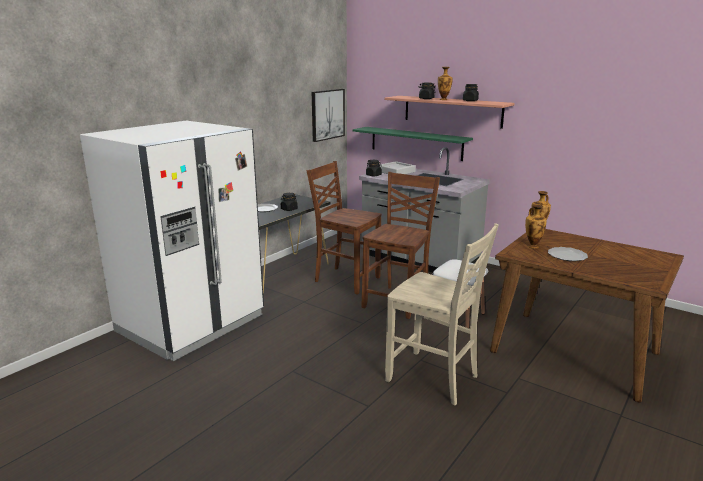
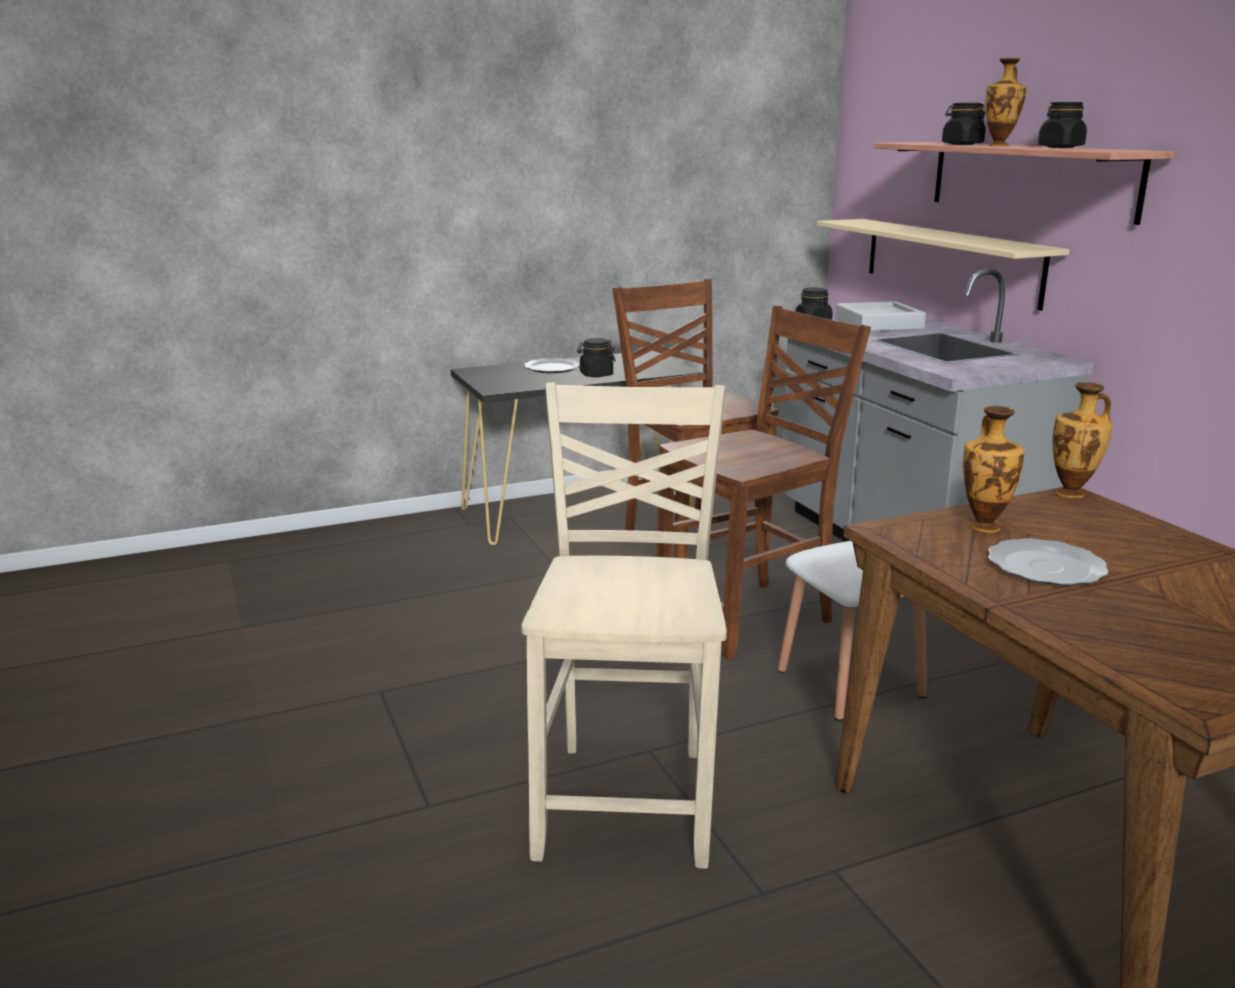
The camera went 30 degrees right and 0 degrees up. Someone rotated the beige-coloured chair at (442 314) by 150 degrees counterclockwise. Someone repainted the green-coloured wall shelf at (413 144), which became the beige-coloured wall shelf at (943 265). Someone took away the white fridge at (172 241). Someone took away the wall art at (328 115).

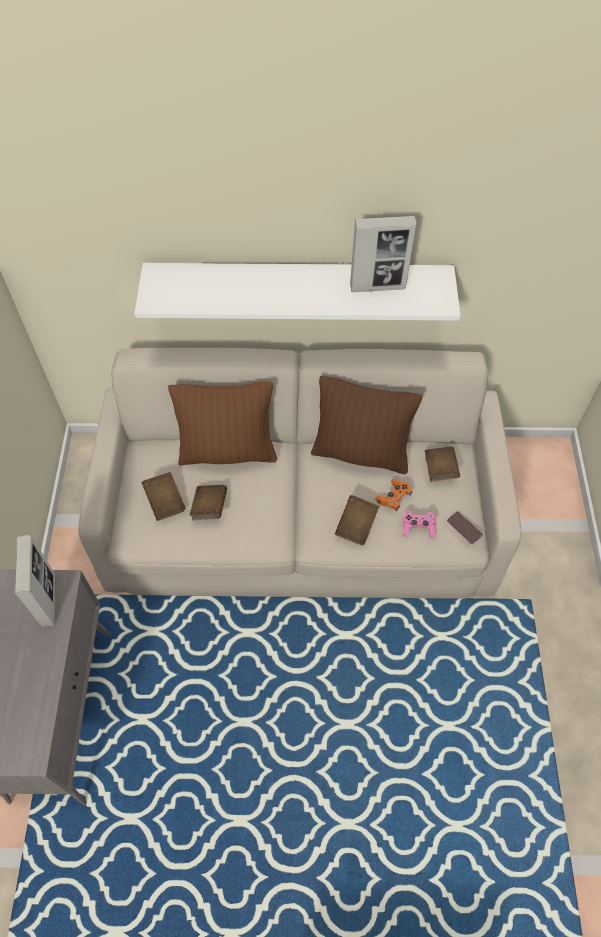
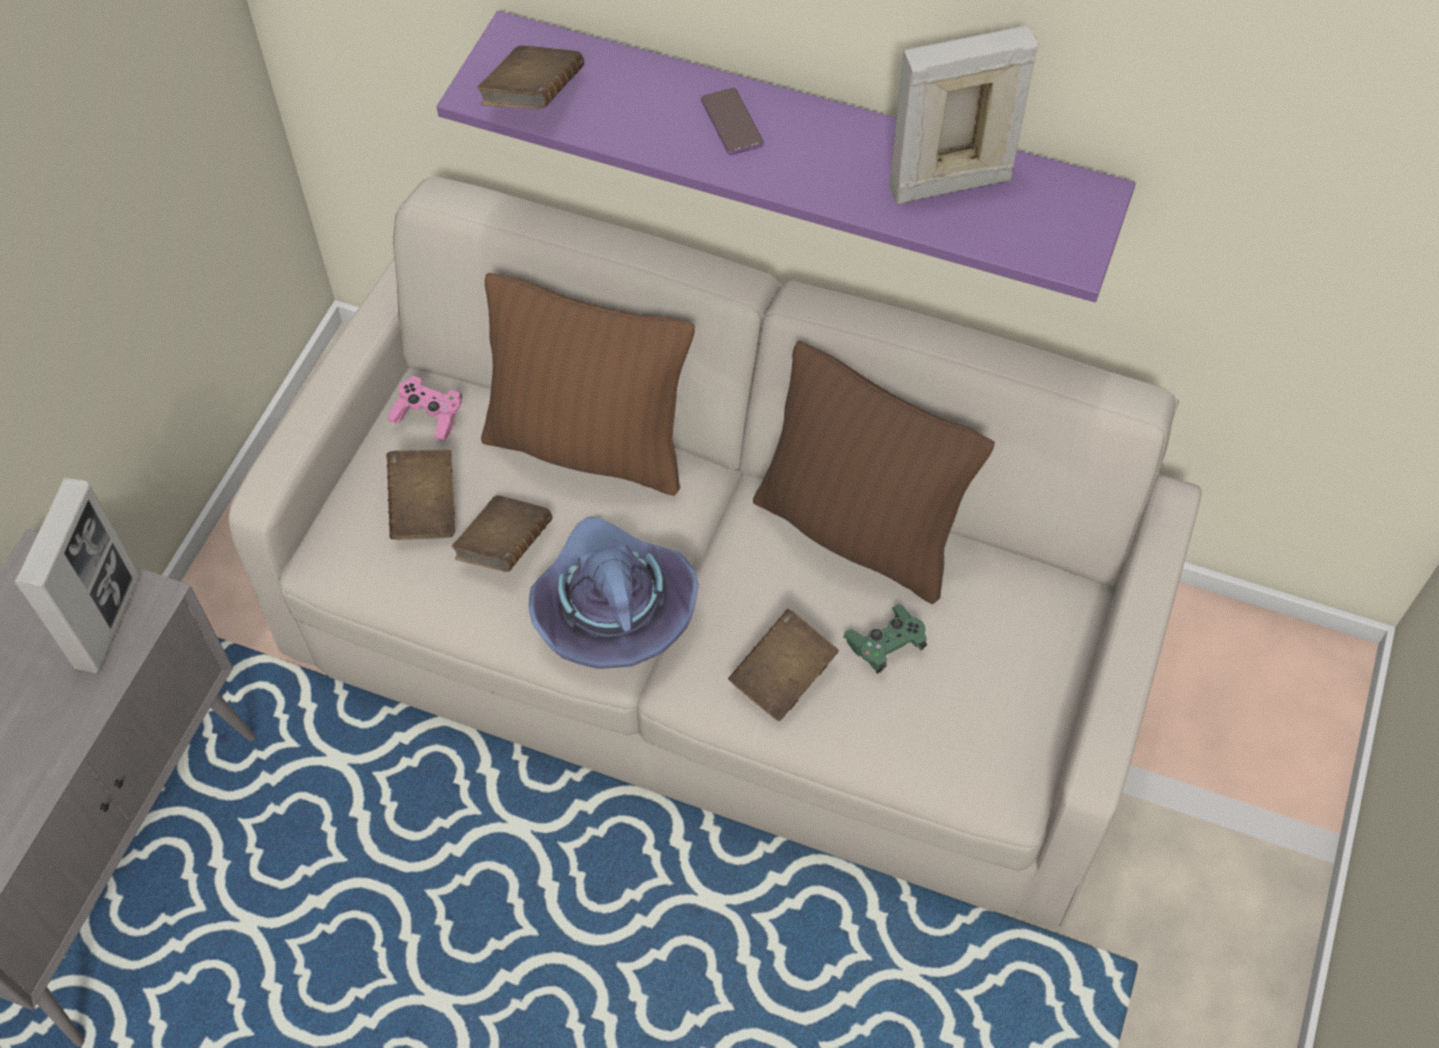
The camera went 20 degrees right and 0 degrees up. Someone carried the pink gamepad from (419 524) to (424 408). Someone repainted the white wall shelf at (298 292), which became the purple-coloured wall shelf at (786 156). Someone carried the brown volume from (442 464) to (530 77). Someone put down the purple-coloured hat at (614 593). Someone carried the phone from (465 528) to (732 121). Someone repainted the orange-coloured gamepad at (394 495), which became the green-coloured gamepad at (885 639). Someone rotated the picture frame at (383 254) by 150 degrees clockwise.

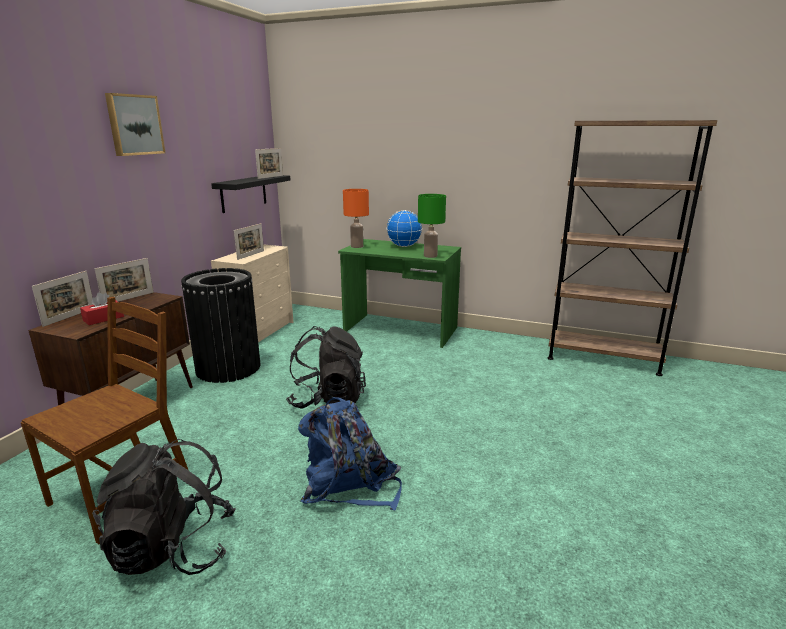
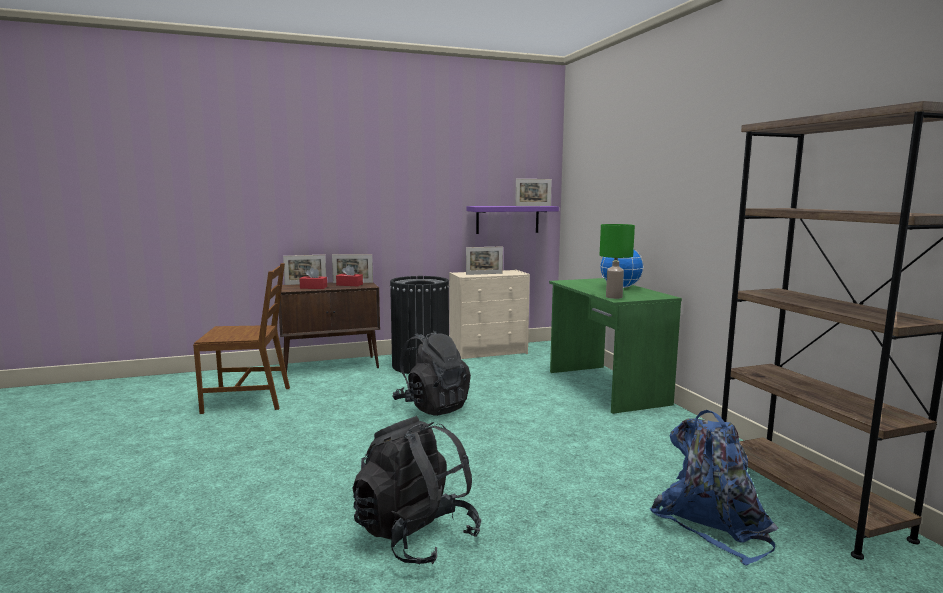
The camera went 50 degrees right and 10 degrees down. Someone put down the red-coloured box of tissues at (349 275). Someone carried the black-coloured rucksack from (164 507) to (416 490). Someone repainted the black-coloured wall shelf at (250 194), which became the purple-coloured wall shelf at (513 220). Someone carried the bluish rucksack from (350 453) to (714 488). Someone took away the wall art at (135 124). Someone took away the orange-coloured lamp for a table at (356 218).

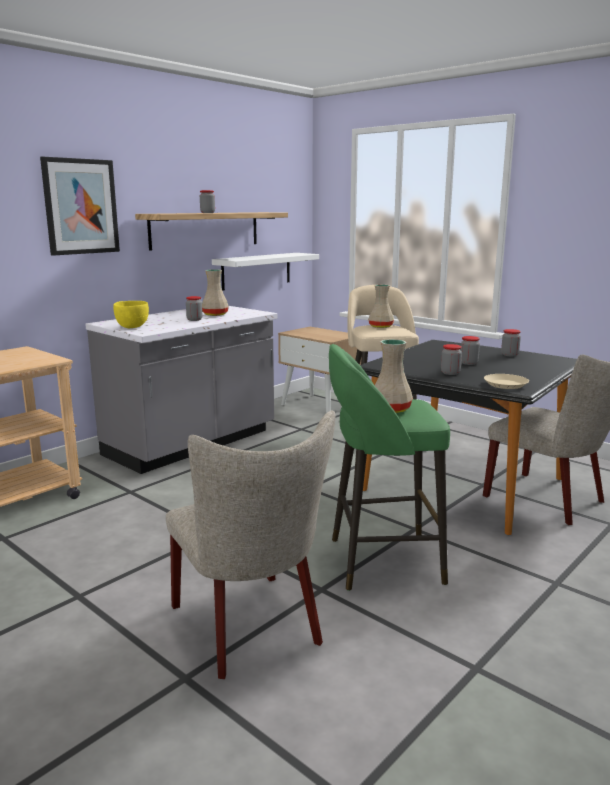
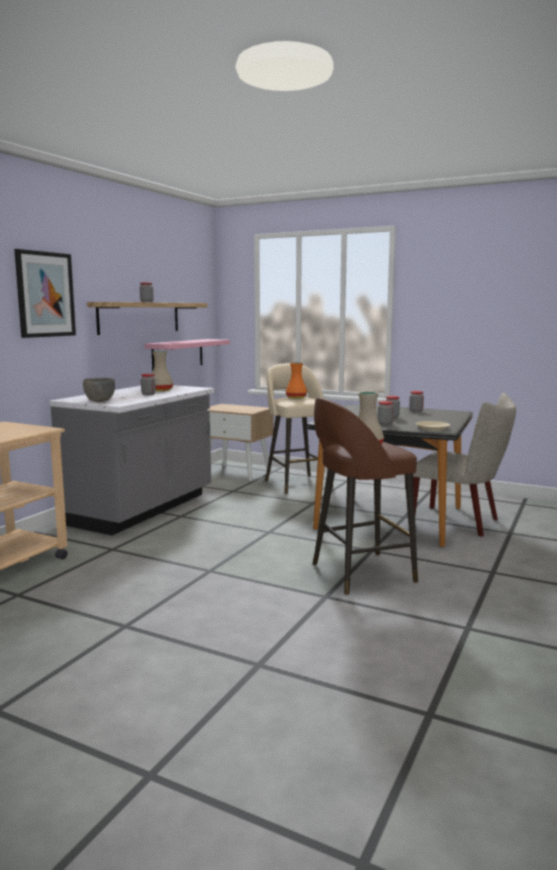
The camera went 15 degrees left and 5 degrees down. Someone repainted the yellowish serving bowl at (131 314), which became the grey serving bowl at (99 390). Someone repainted the white wall shelf at (265 272), which became the pink wall shelf at (187 355). Someone repainted the beige-coloured decorative vase at (381 306), which became the orange-coloured decorative vase at (296 380). Someone repainted the green-coloured stool seat at (389 467), which became the brown stool seat at (365 496). Someone took away the beige-coloured chair at (251 545).

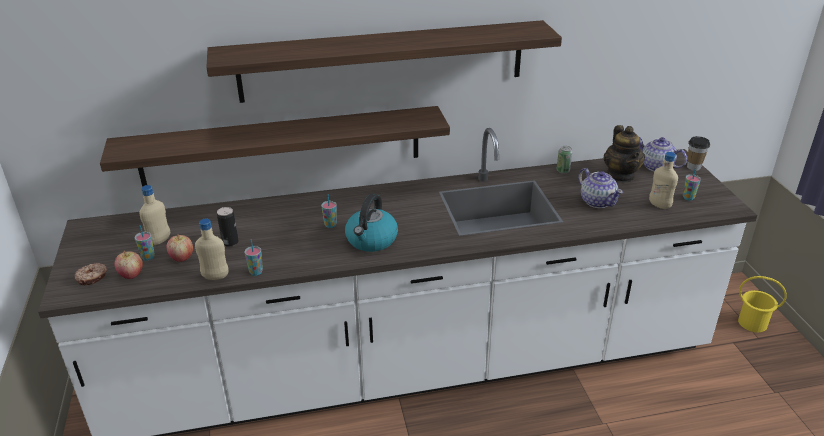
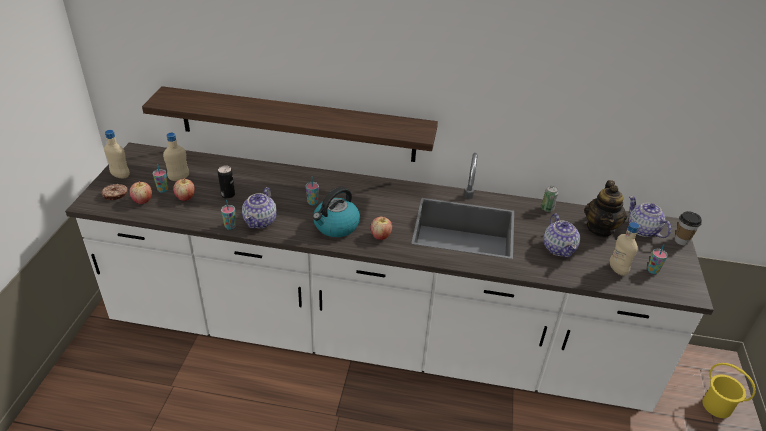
The camera went 20 degrees right and 5 degrees up. Someone carried the beige-coloured beverage bottle from (212 249) to (117 154). Someone put down the tea pot at (259 208). Someone put down the whole apple at (381 228). Someone took away the wall shelf at (384 61).

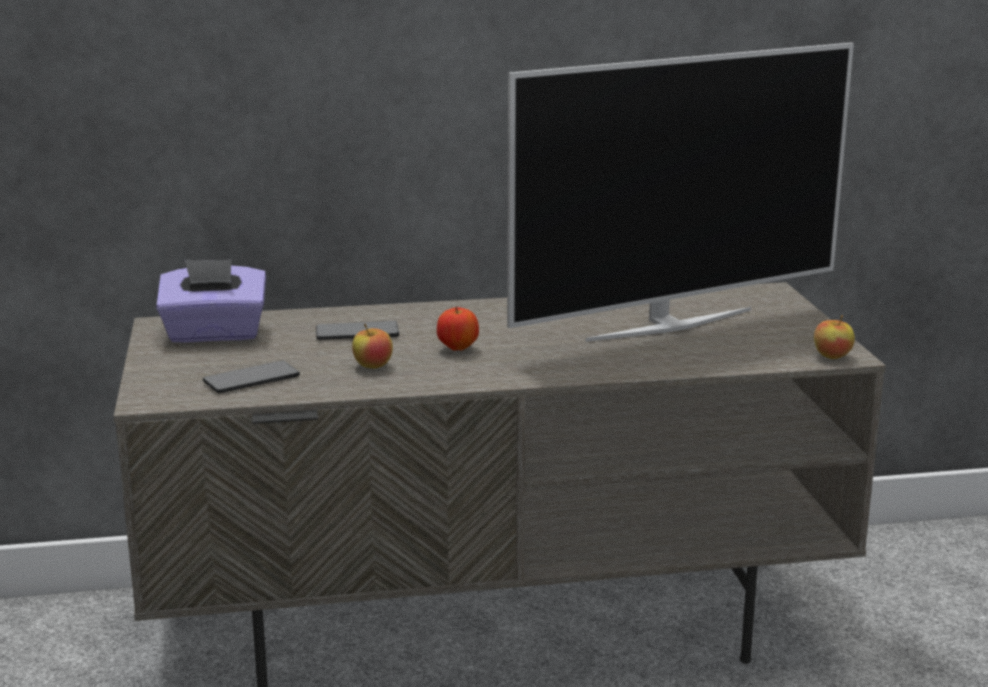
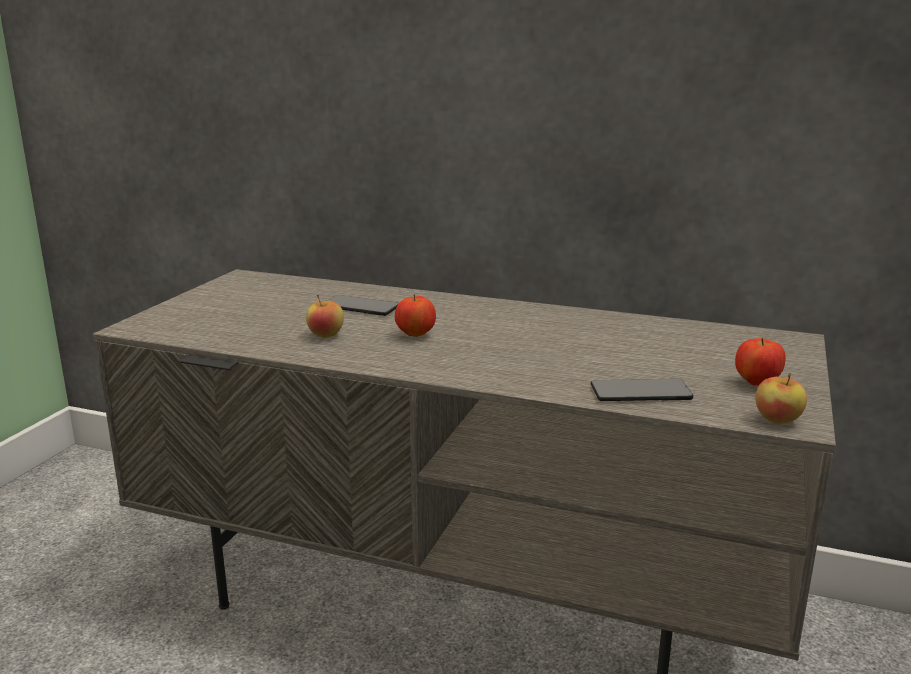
The camera went 30 degrees right and 0 degrees up. Someone carried the phone from (251 377) to (642 390). Someone put down the whole apple at (760 361). Someone took away the purple-coloured box of tissues at (211 301). Someone took away the TV at (680 192).

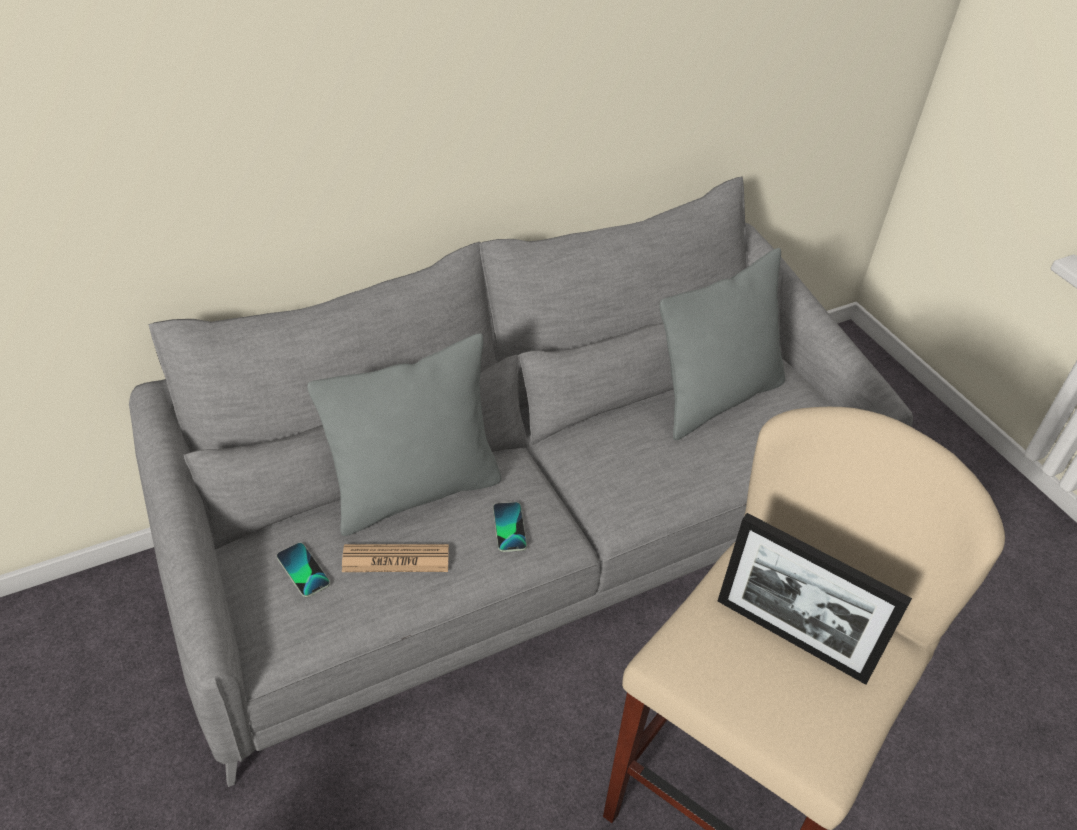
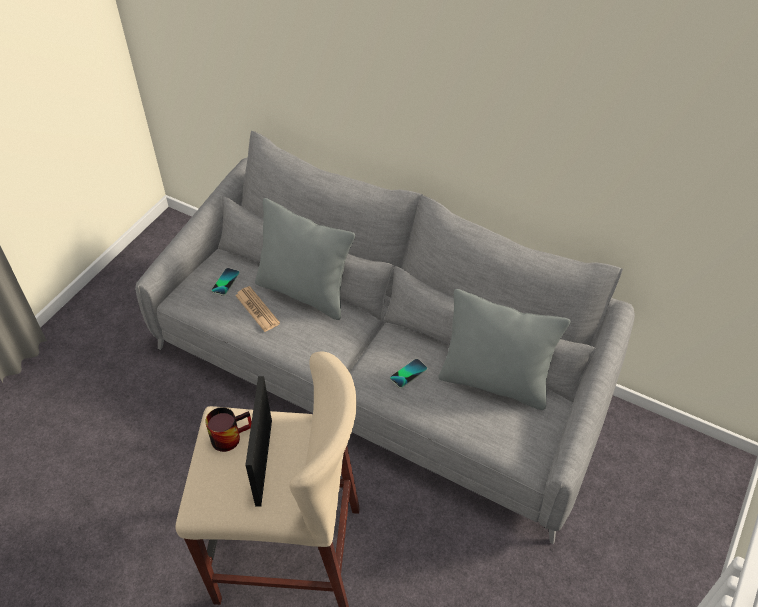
The camera went 60 degrees right and 5 degrees up. Someone put down the mug at (228 429). Someone carried the phone from (510 527) to (408 373).

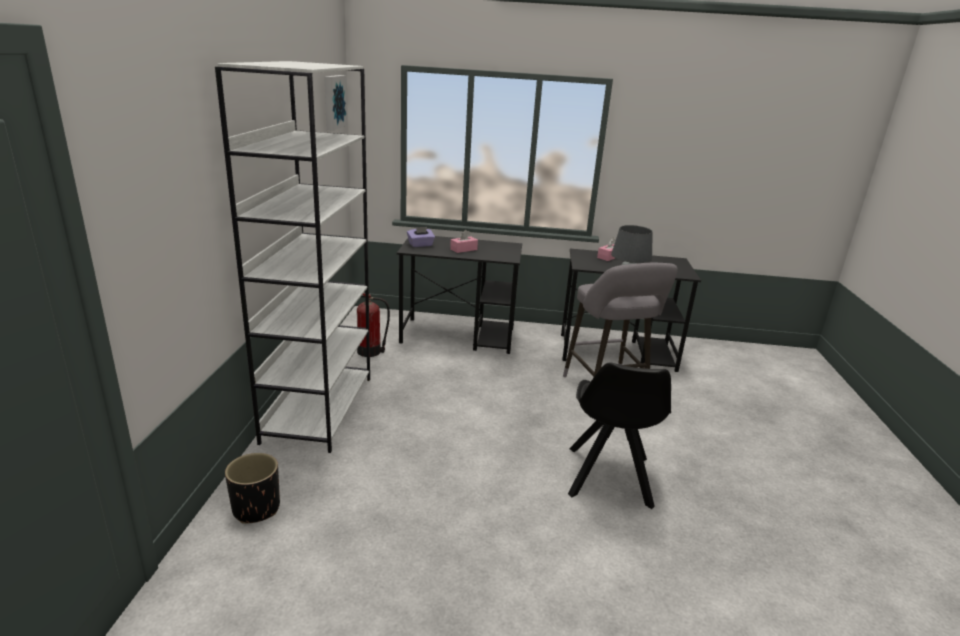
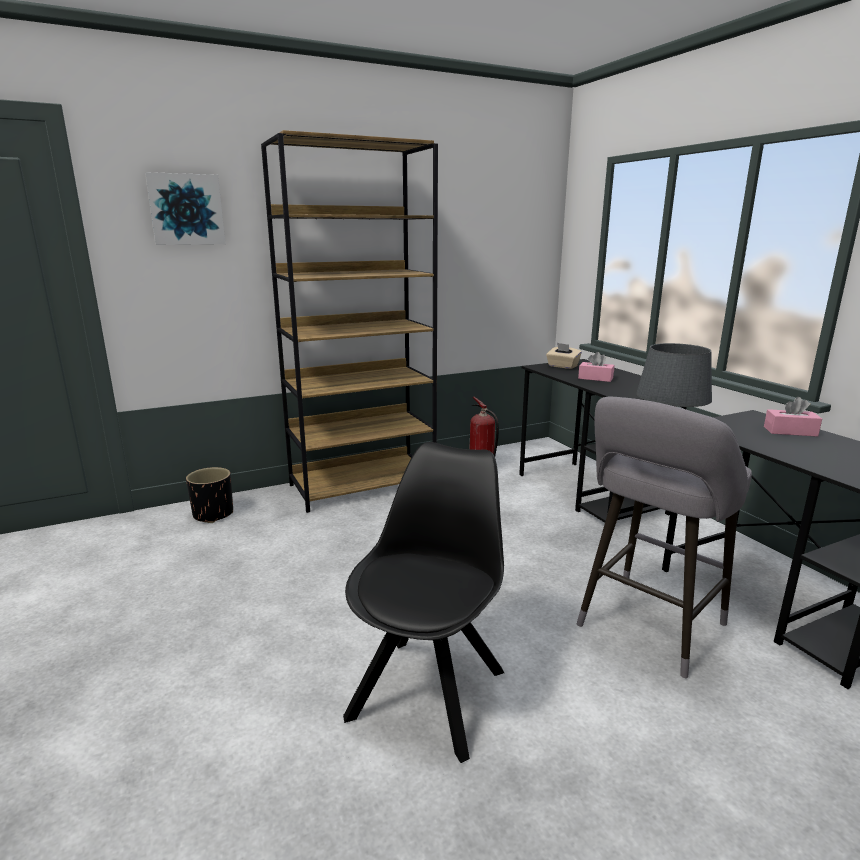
The camera went 60 degrees right and 5 degrees down. Someone carried the wall art from (336 103) to (185 208). Someone repainted the white bookcase at (292 257), which became the brown bookcase at (349 321). Someone rotated the black-coloured chair at (619 435) by 135 degrees clockwise. Someone repainted the purple-coloured box of tissues at (421 237), which became the beige-coloured box of tissues at (564 356).

